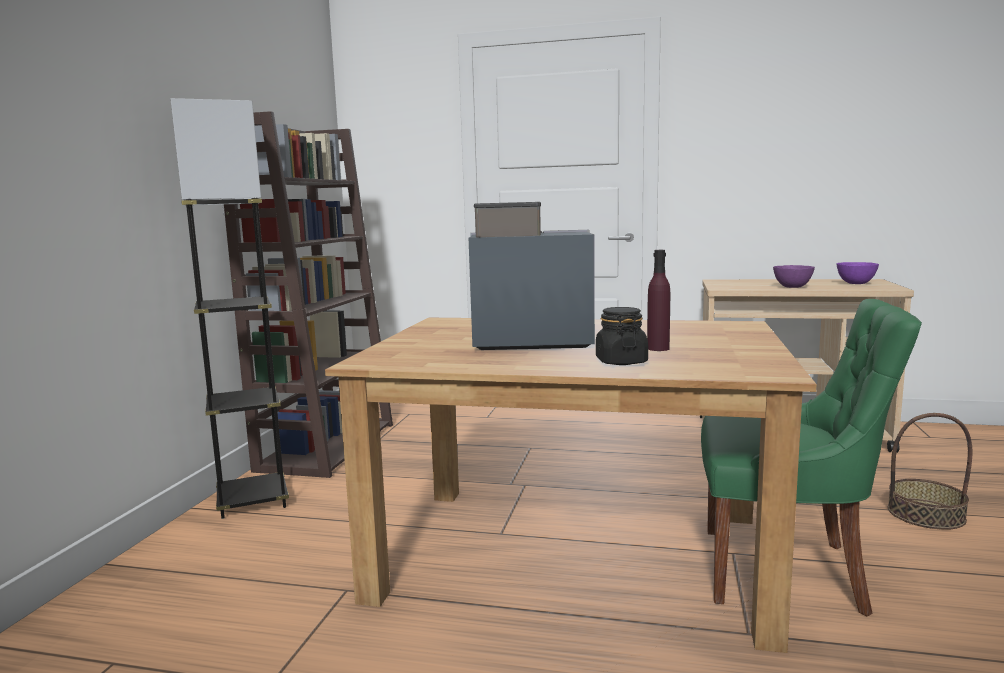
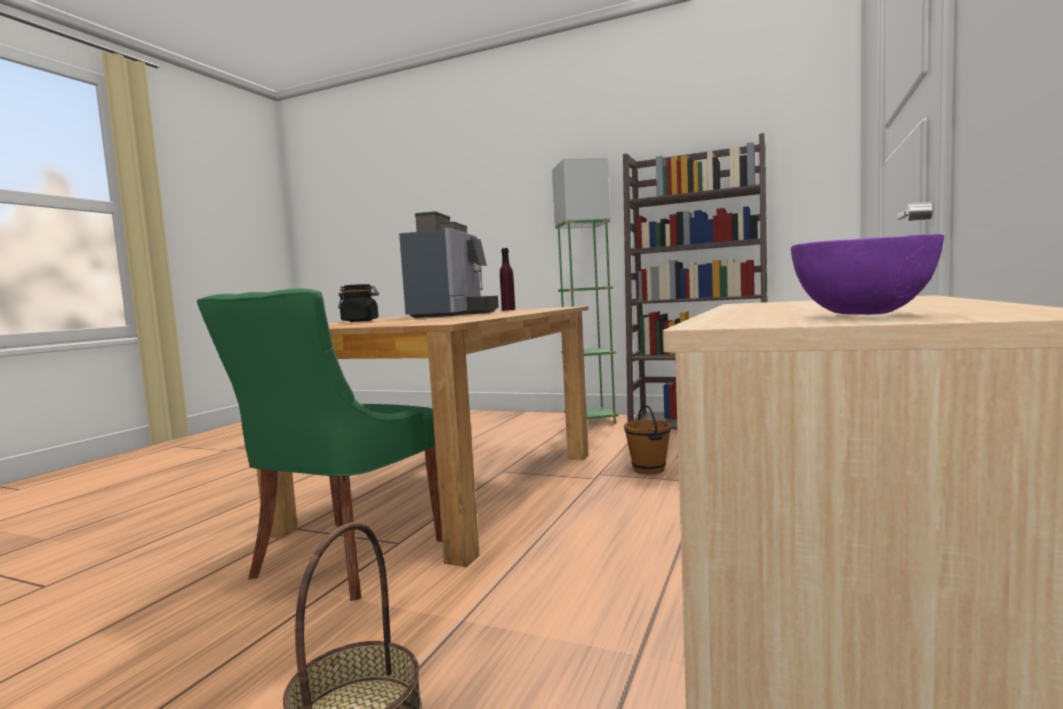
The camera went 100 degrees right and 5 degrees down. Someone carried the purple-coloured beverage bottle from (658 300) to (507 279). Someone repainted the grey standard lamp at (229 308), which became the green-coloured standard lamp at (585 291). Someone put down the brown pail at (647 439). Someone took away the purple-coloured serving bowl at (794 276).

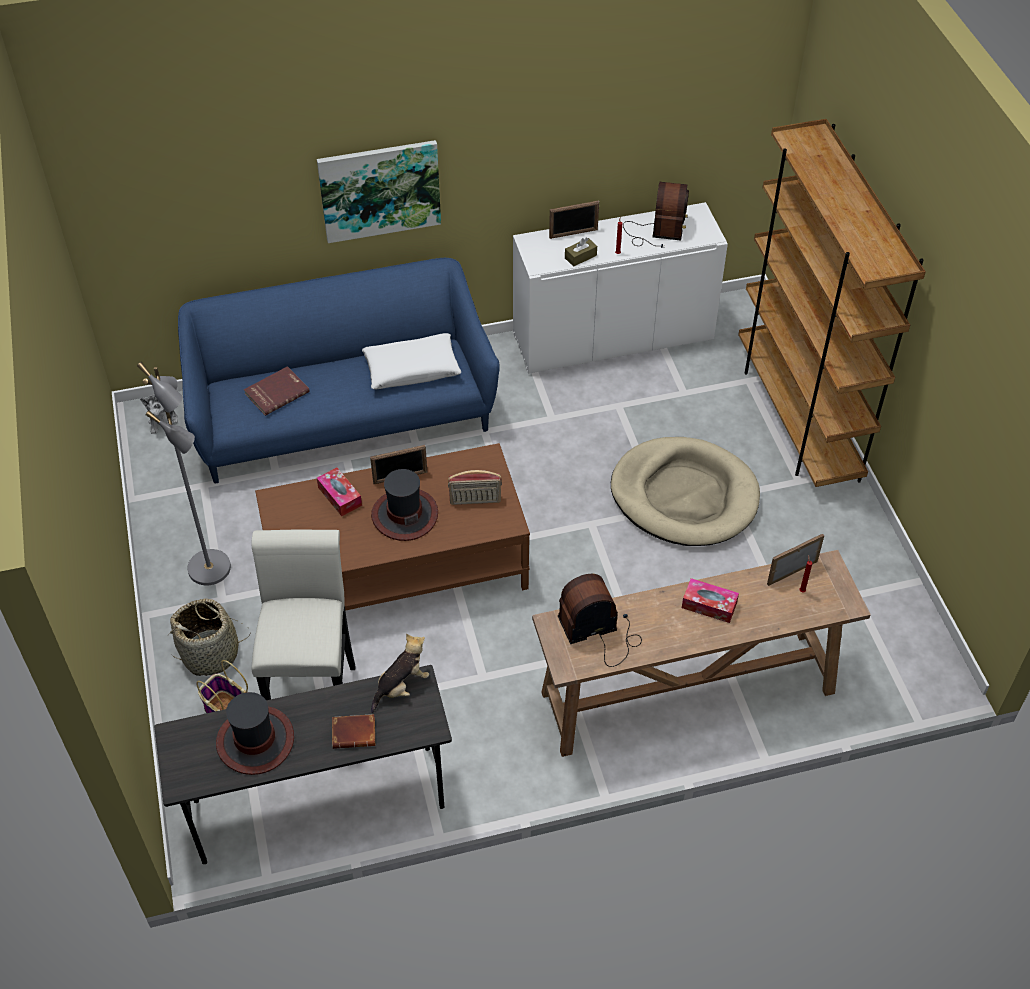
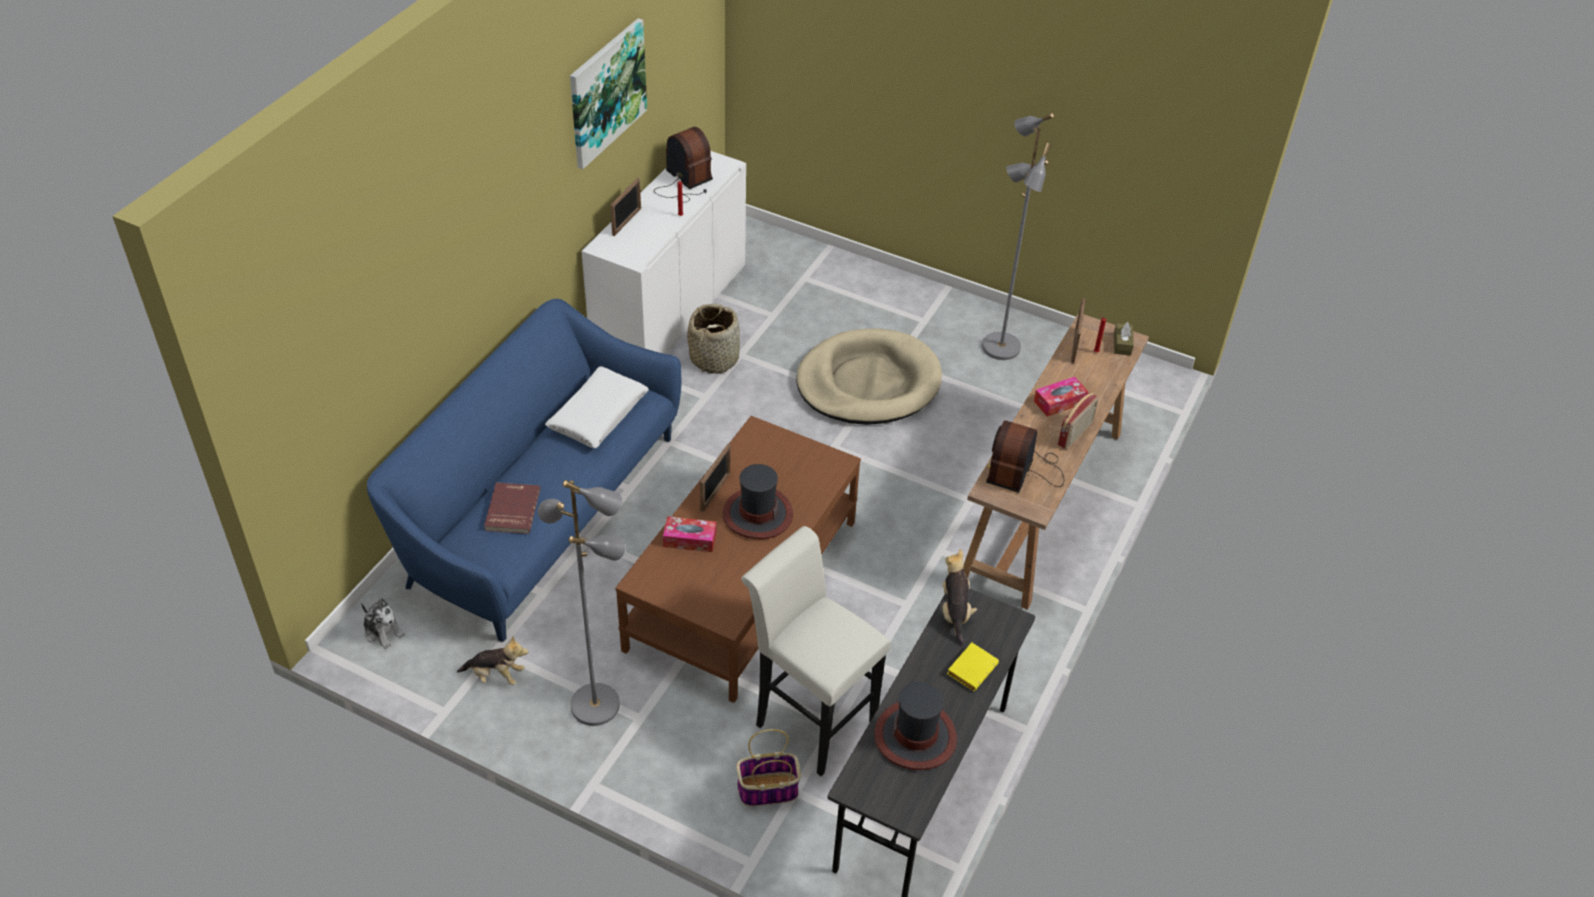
The camera went 50 degrees left and 5 degrees down. Someone put down the cuddly toy at (492 660). Someone carried the wall art from (379 191) to (608 93). Someone carried the storage basket from (209 637) to (713 339). Someone repainted the brown volume at (353 731), which became the yellowish volume at (973 666). Someone put down the grey standard lamp at (1018 236). Someone carried the radio set from (475 487) to (1078 421). Someone carried the brown box of tissues from (581 252) to (1124 339). Someone took away the brown bookcase at (832 303).

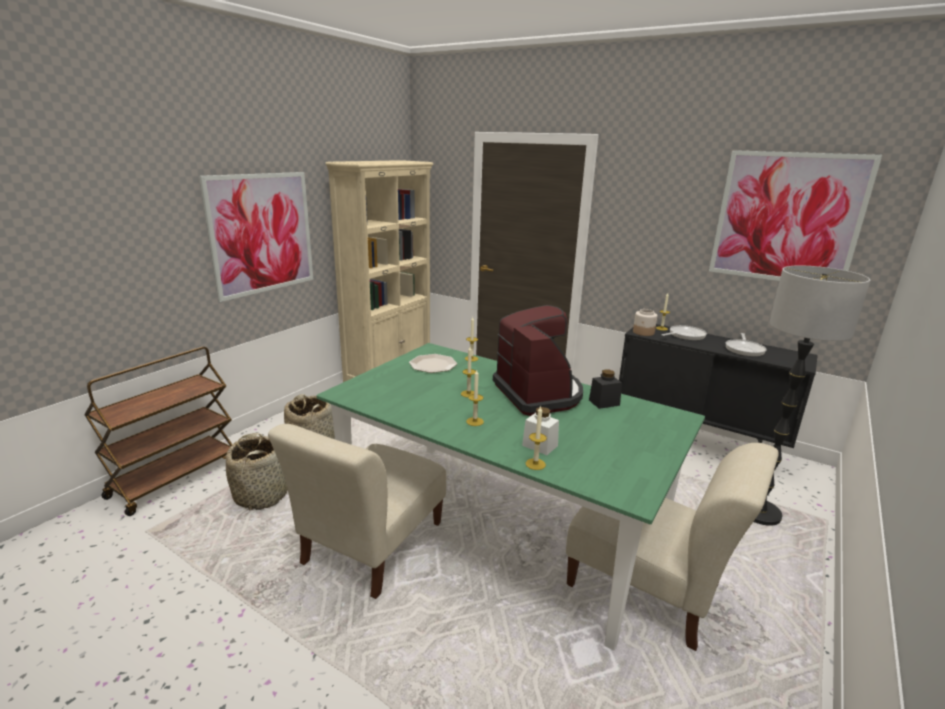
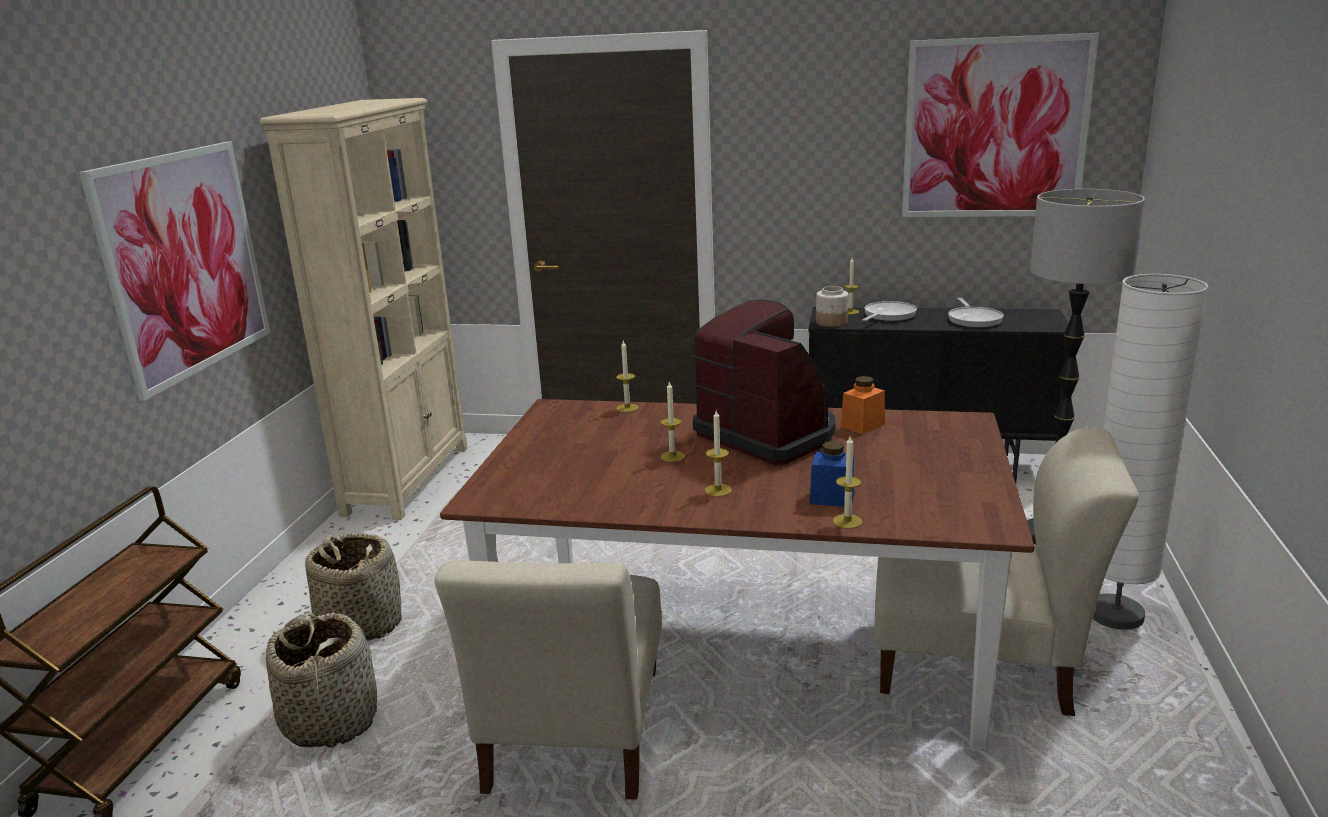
The camera went 20 degrees left and 0 degrees up. Someone repainted the green-coloured dining table at (511 497), which became the brown dining table at (737 574). Someone repainted the white preserve jar at (540 431), which became the bluish preserve jar at (832 474). Someone repainted the black-coloured preserve jar at (605 389), which became the orange-coloured preserve jar at (863 405). Someone put down the white standard lamp at (1150 452). Someone took away the flat dish at (433 363).

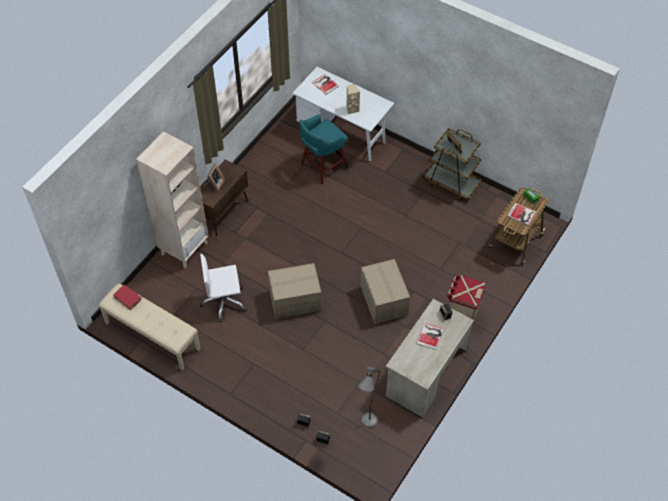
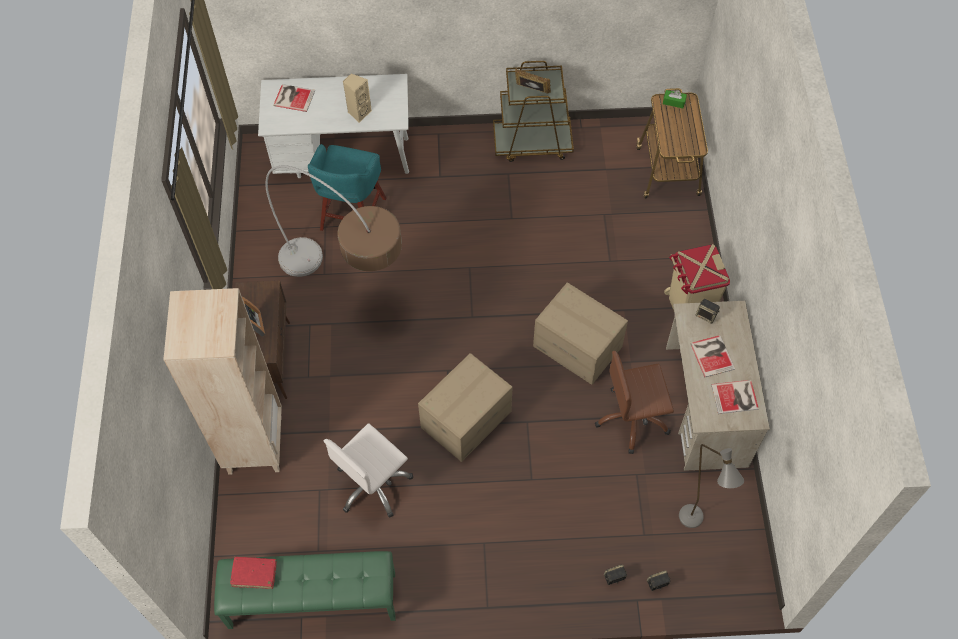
The camera went 35 degrees left and 5 degrees up. Someone repainted the beige-coloured indoor bench at (149 327), which became the green-coloured indoor bench at (305 590). Someone put down the standard lamp at (333 221). Someone put down the brown desk chair at (634 402). Someone carried the volume from (521 214) to (735 397).

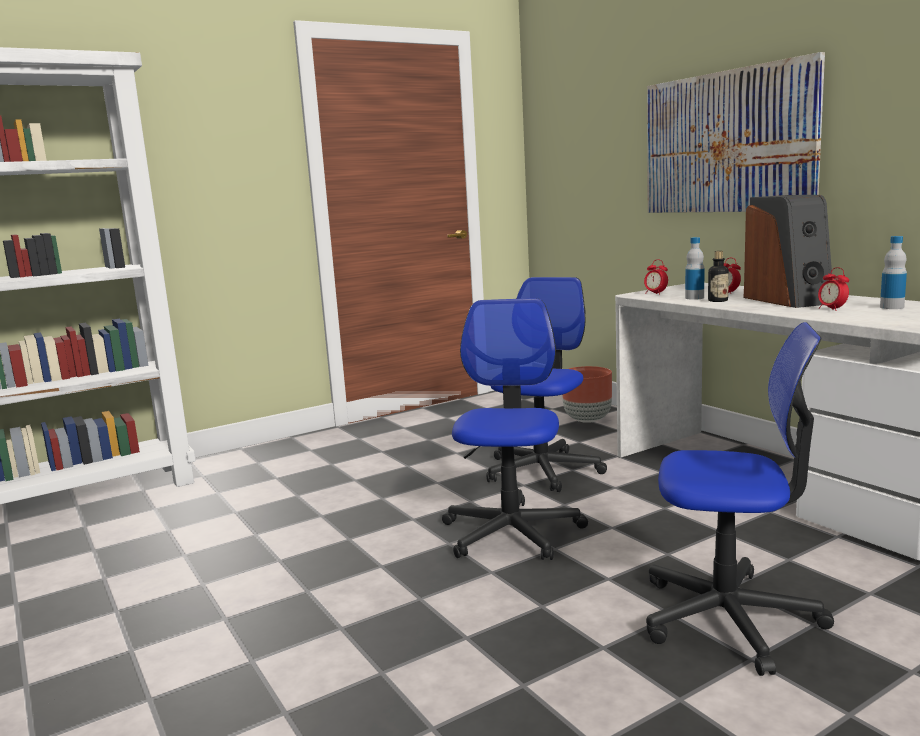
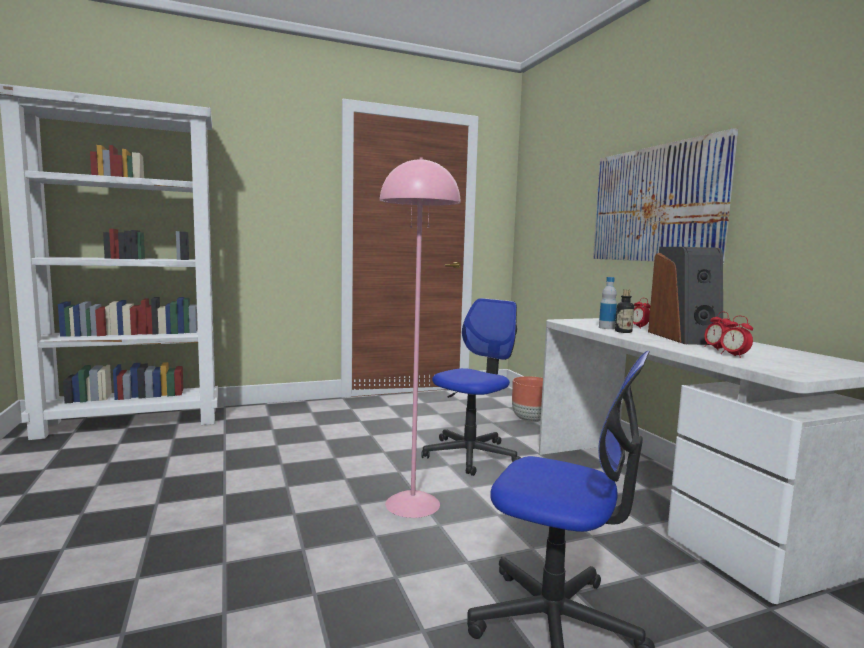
The camera went 10 degrees right and 5 degrees down. Someone swapped the desk chair at (515 429) for the pink standard lamp at (420 337). Someone carried the bedside clock from (656 277) to (736 337). Someone took away the beverage bottle at (893 272).

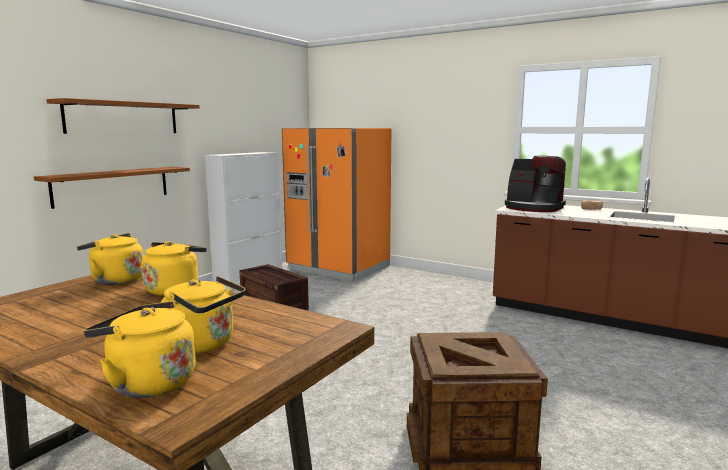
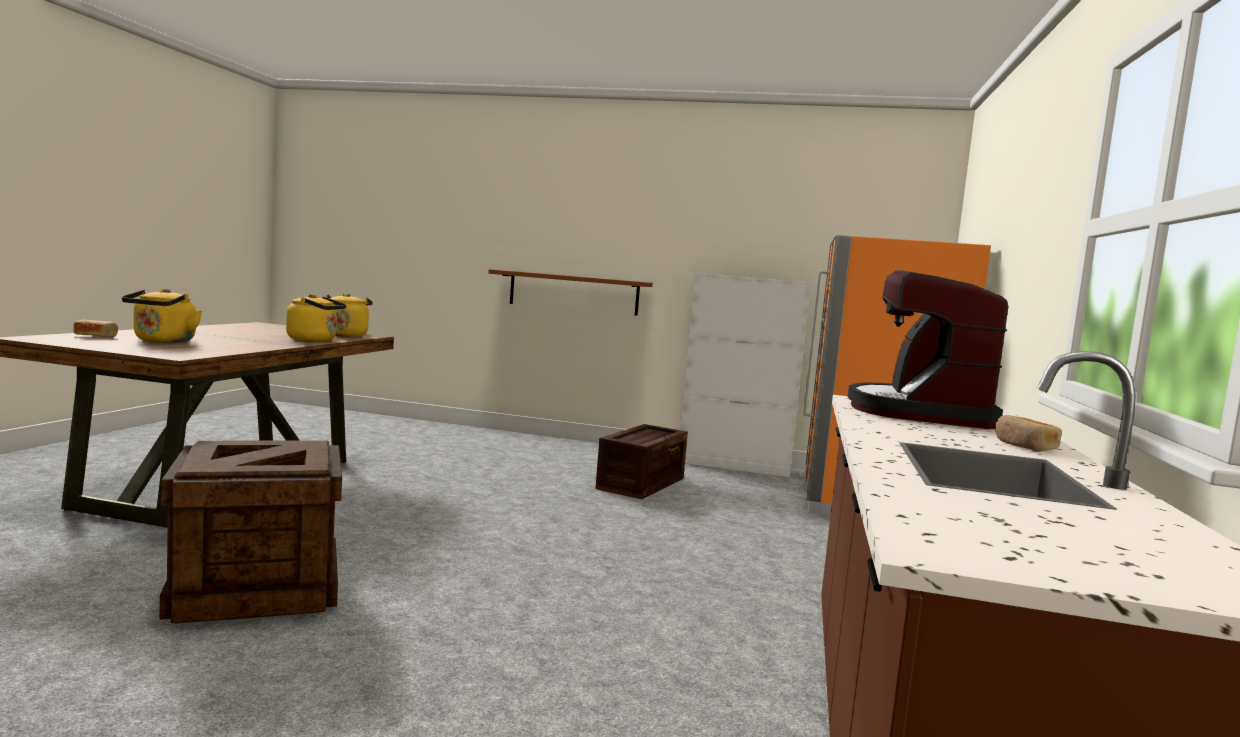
The camera went 70 degrees right and 5 degrees down. Someone swapped the yellowish tea kettle at (140 349) for the bread at (95 328). Someone took away the brown wall shelf at (123 116).

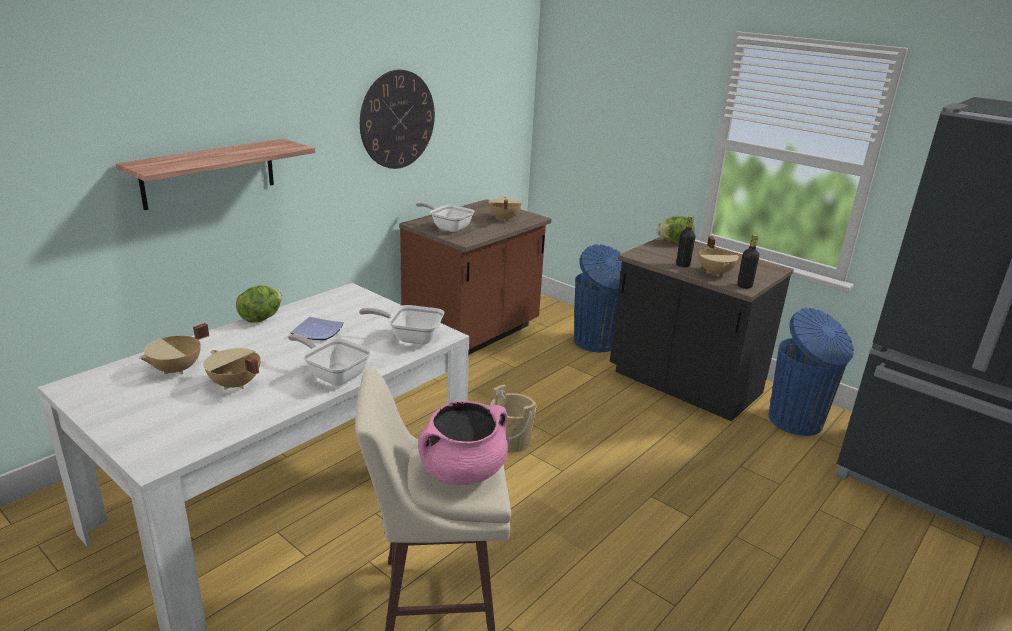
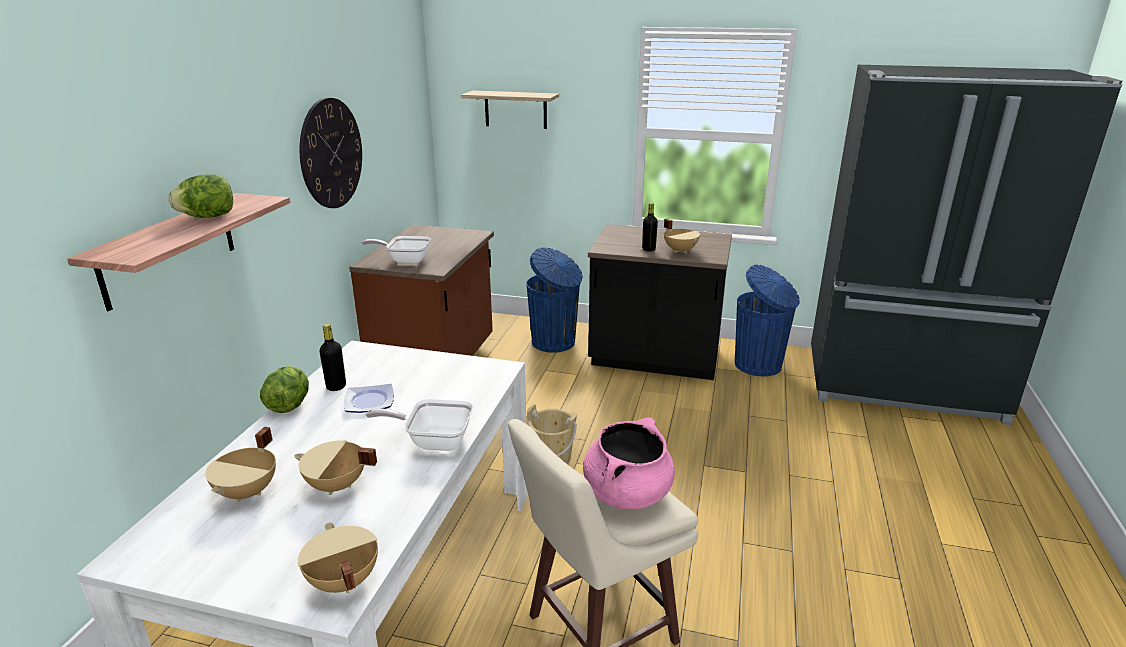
The camera went 25 degrees left and 0 degrees up. Someone carried the lettuce head from (675 229) to (200 196). Someone carried the beige-coloured stockpot from (505 209) to (338 558). Someone carried the black-coloured beverage bottle from (748 261) to (332 357). Someone put up the wall shelf at (510 109). Someone took away the frying pan at (401 325).

